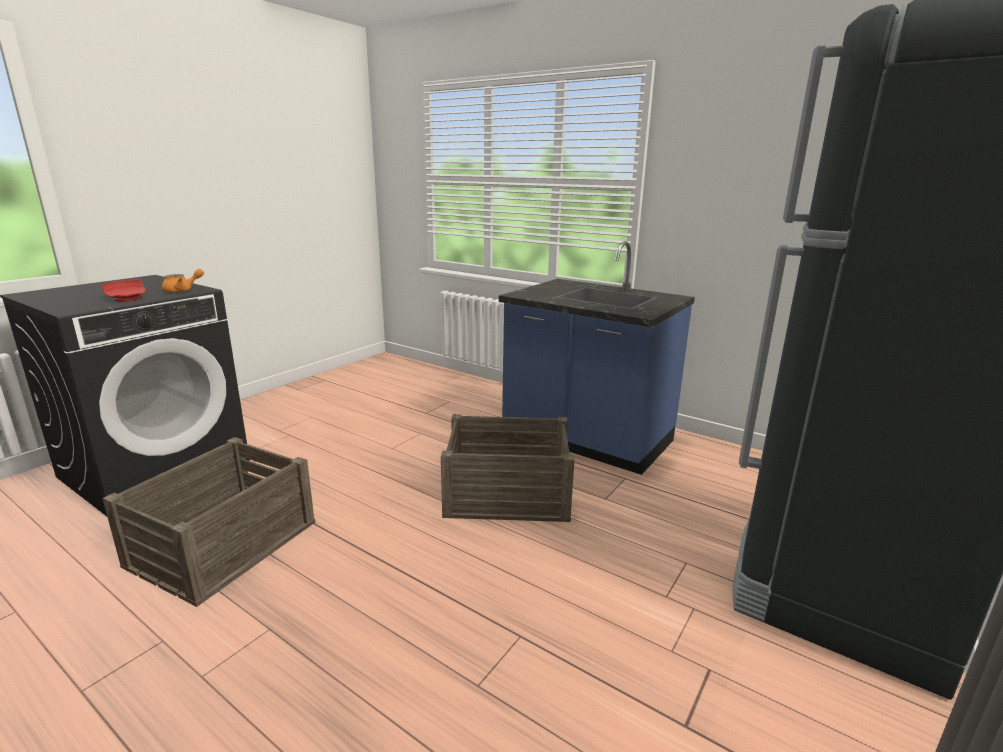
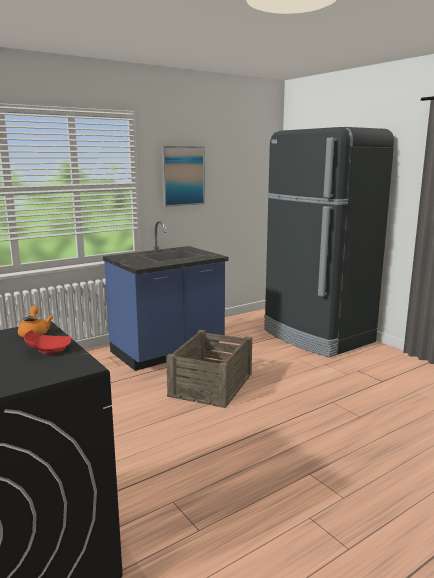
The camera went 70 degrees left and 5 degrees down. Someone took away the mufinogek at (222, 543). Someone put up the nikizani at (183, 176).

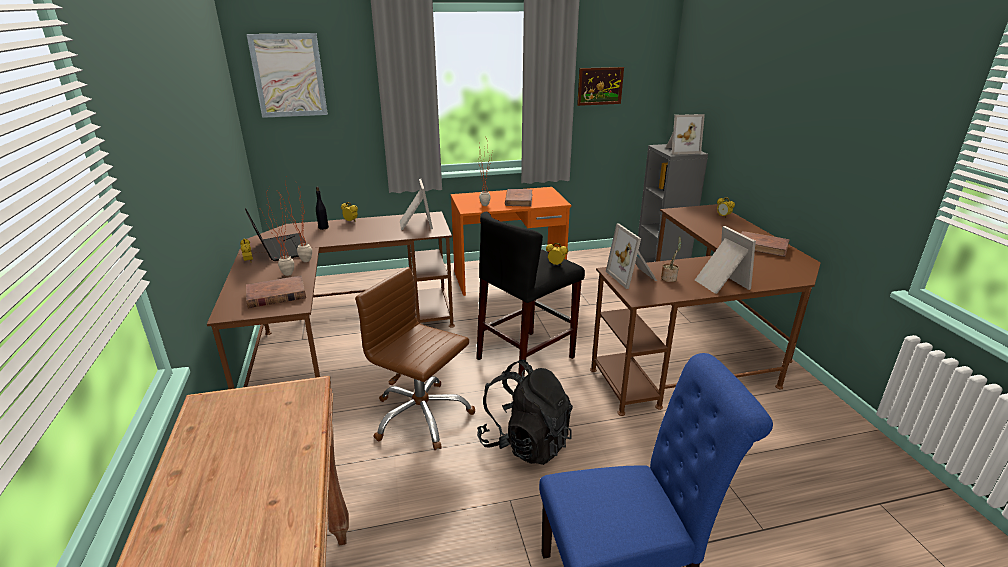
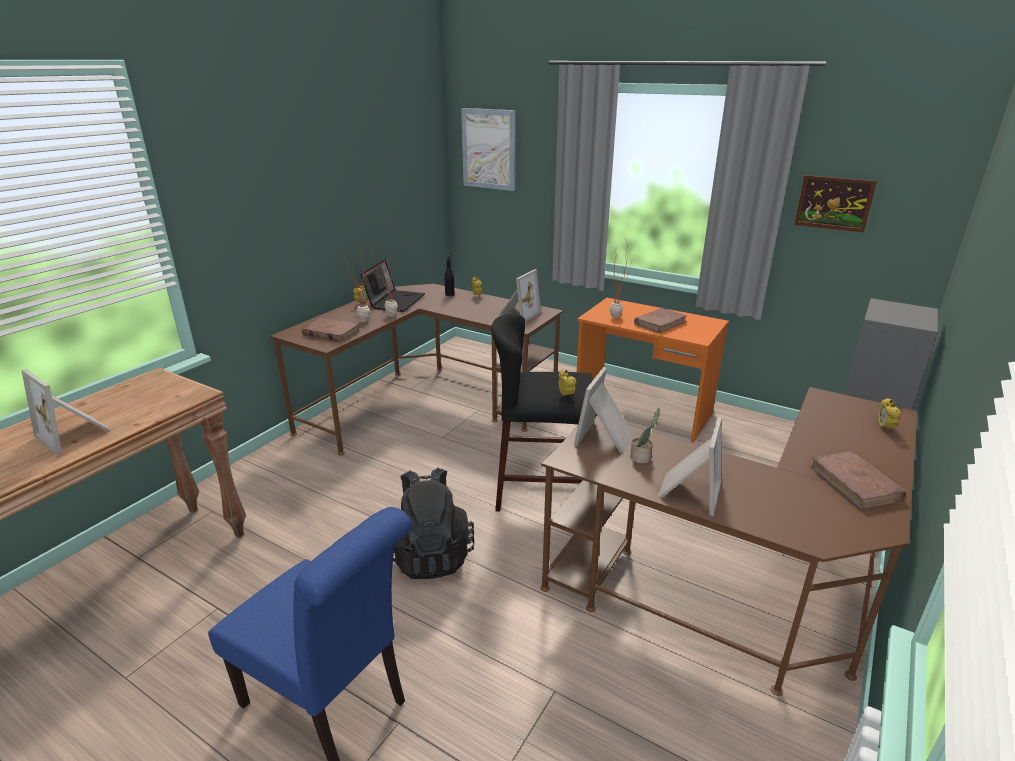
The camera went 45 degrees right and 0 degrees up. Someone carried the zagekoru from (680, 150) to (76, 434). Someone took away the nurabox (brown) at (421, 416).

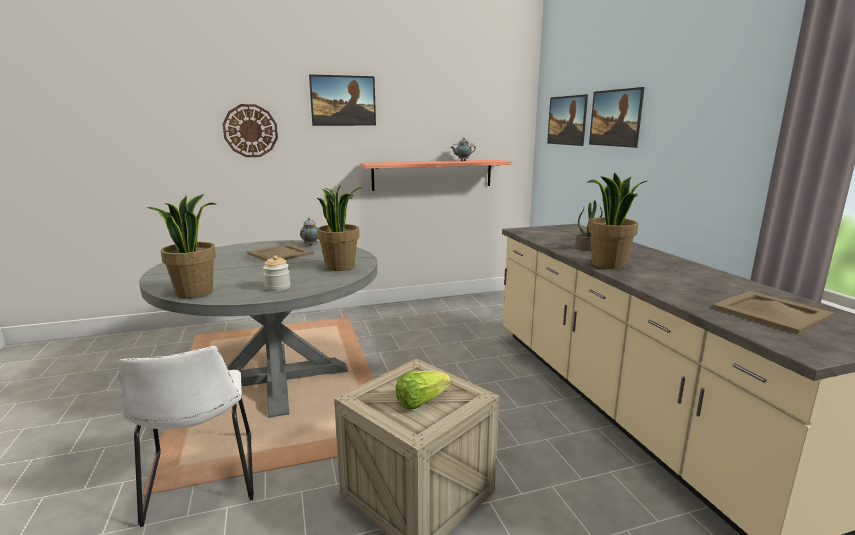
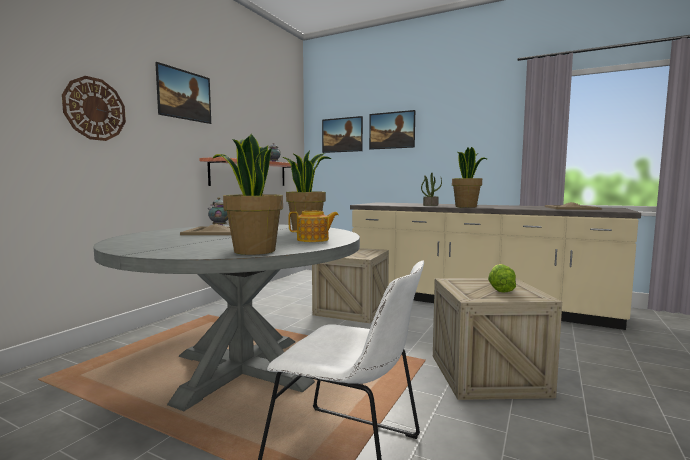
The camera went 45 degrees left and 10 degrees down. Someone swapped the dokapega at (278, 287) for the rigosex at (313, 240). Someone put down the mufinogek at (351, 310).

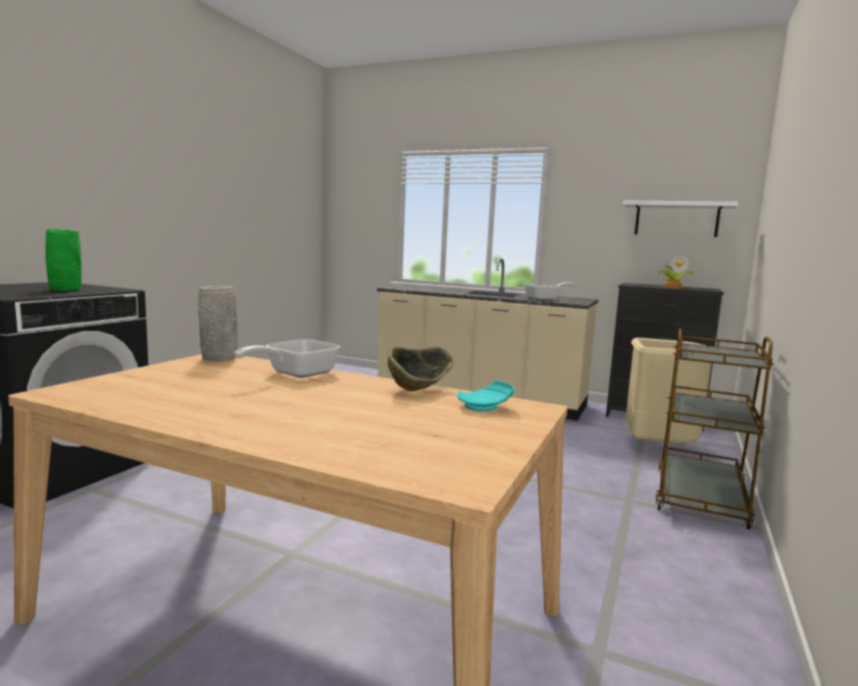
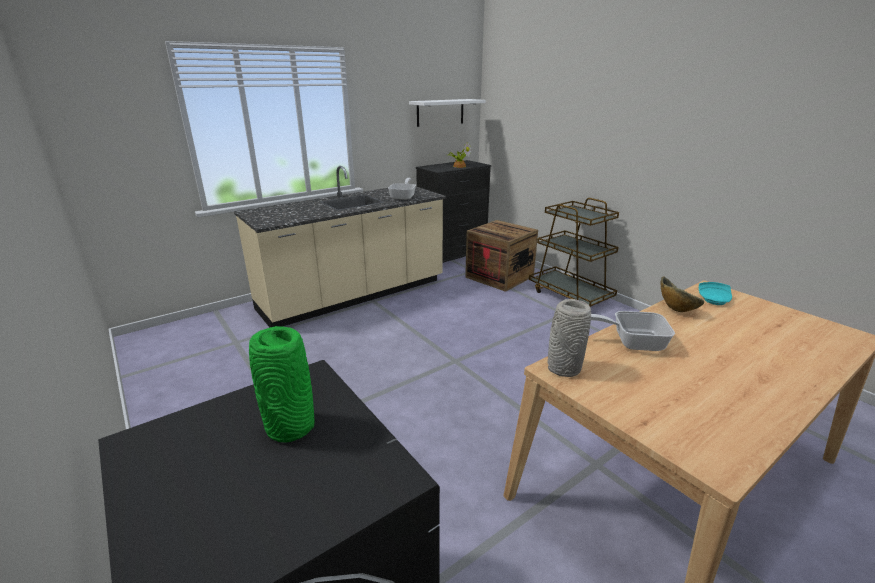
The camera went 60 degrees left and 15 degrees up. Someone swapped the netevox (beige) at (657, 447) for the mufinogek at (499, 277). Someone rotated the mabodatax at (295, 374) by 120 degrees clockwise.

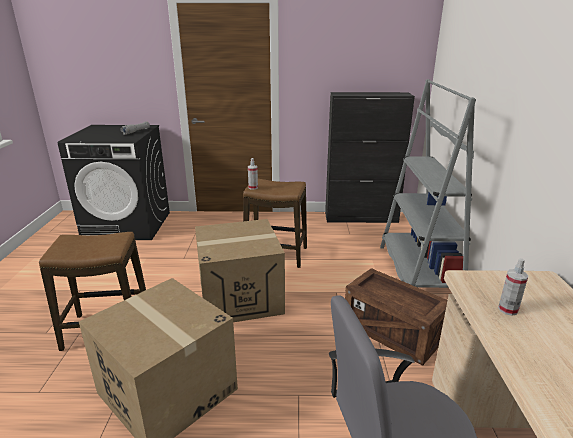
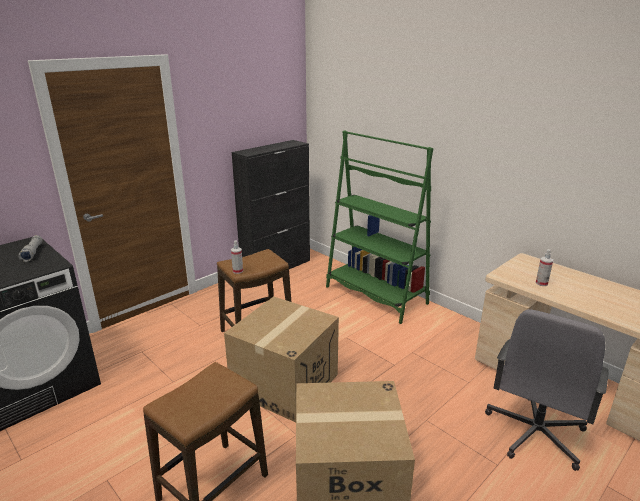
The camera went 45 degrees left and 0 degrees up. Someone repainted the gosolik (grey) at (418, 274), which became the gosolik (green) at (376, 295). Someone took away the mufinogek at (392, 332).

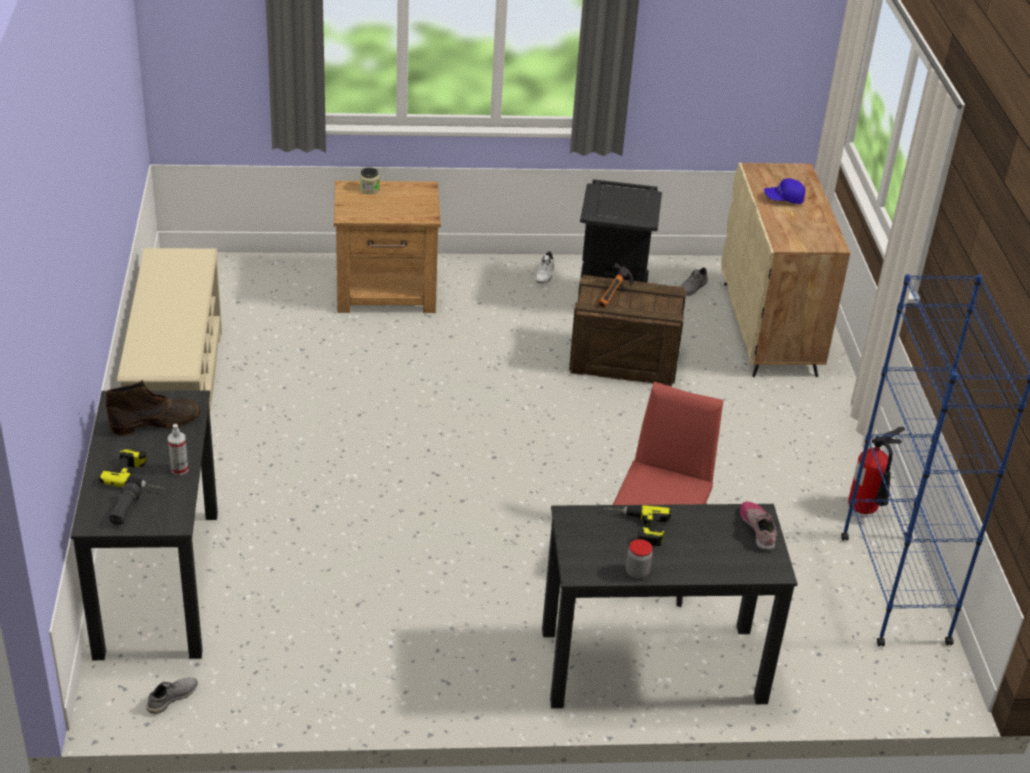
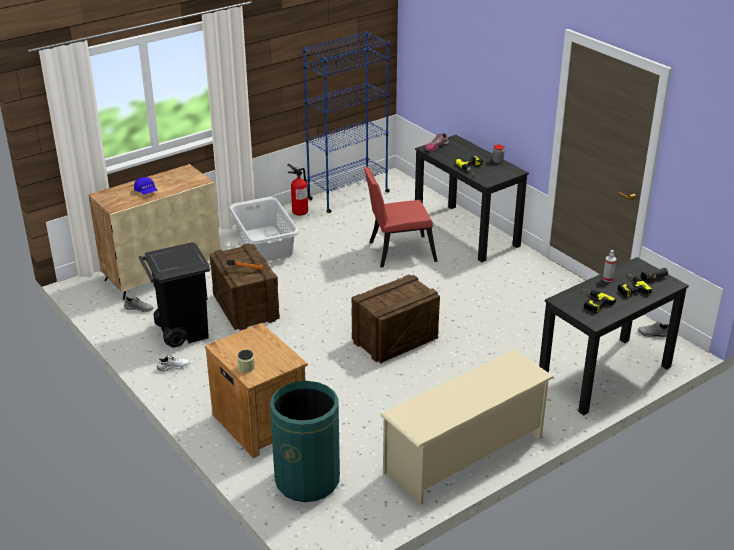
The camera went 120 degrees left and 5 degrees down. Someone swapped the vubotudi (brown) at (156, 422) for the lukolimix at (590, 302). Someone put down the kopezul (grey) at (265, 244). Someone put down the mufinogek at (394, 340). Someone put down the netevox (green) at (307, 480).

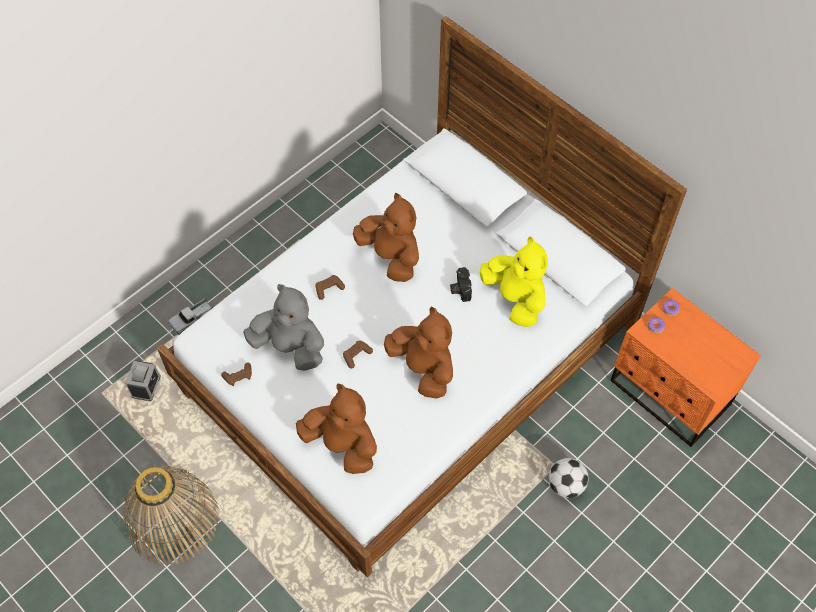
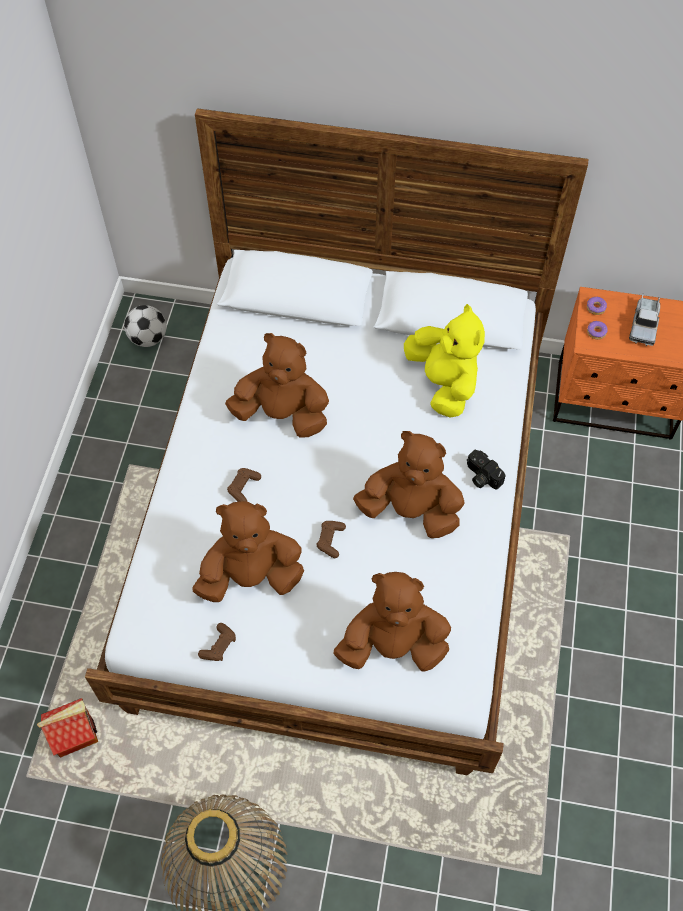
The camera went 35 degrees left and 0 degrees up. Someone rotated the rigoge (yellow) at (515, 299) by 45 degrees clockwise. Someone carried the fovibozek from (460, 288) to (481, 476). Someone repainted the rigoge (grey) at (290, 347), which became the rigoge (brown) at (251, 576). Someone carried the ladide from (192, 319) to (644, 325). Someone swapped the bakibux at (146, 386) for the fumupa at (75, 733). Someone carried the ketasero from (566, 485) to (148, 338).

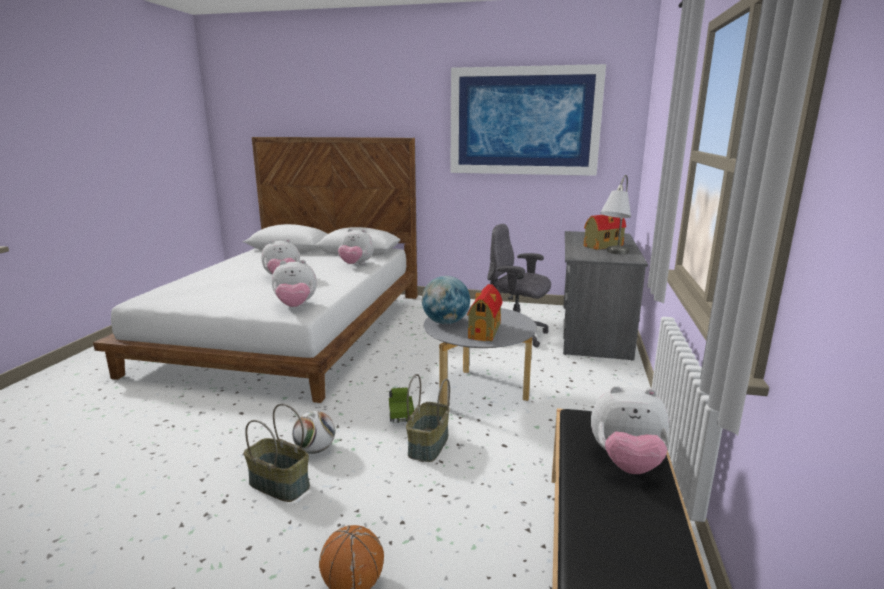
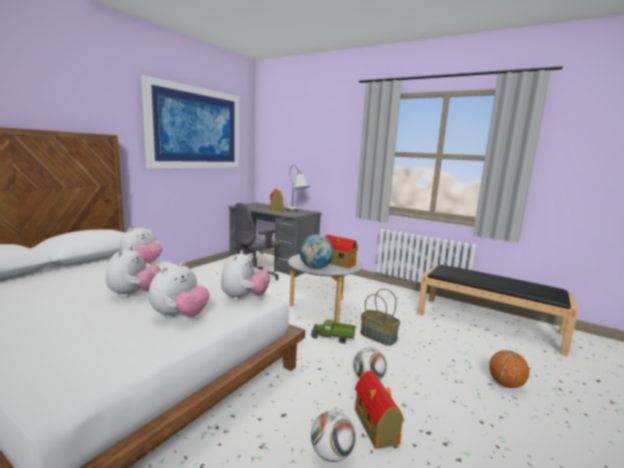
The camera went 70 degrees left and 5 degrees down. Someone carried the rigoge from (626, 463) to (180, 316). Someone took away the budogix at (278, 485). Someone put down the fumupa at (376, 427). Someone put down the ketasero at (331, 454).

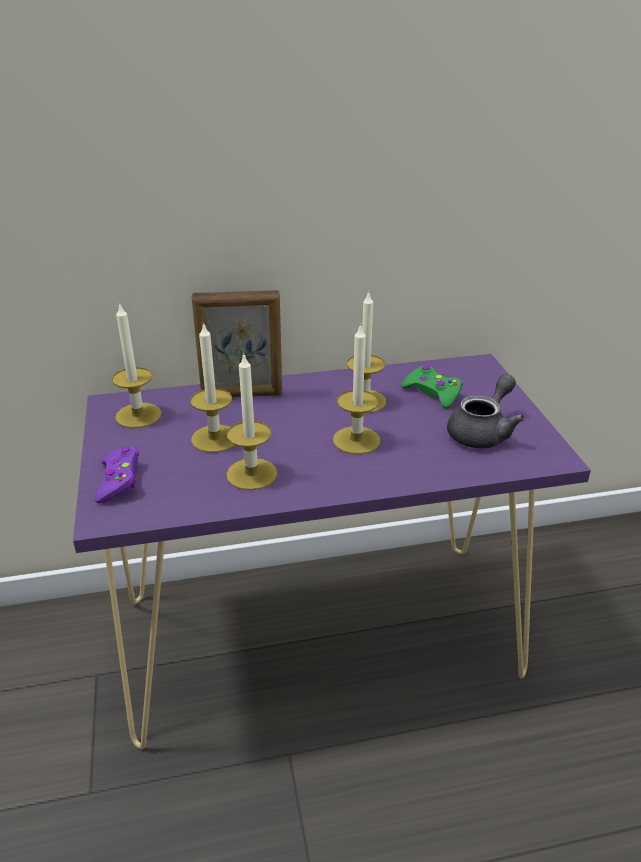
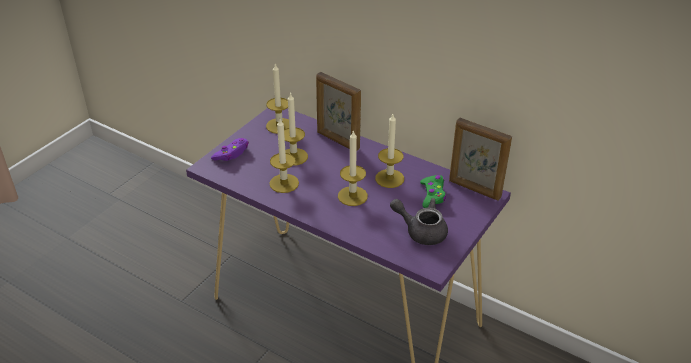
The camera went 45 degrees right and 5 degrees up. Someone rotated the rigosex (grey) at (483, 432) by 150 degrees counterclockwise. Someone put down the zagekoru at (474, 189).

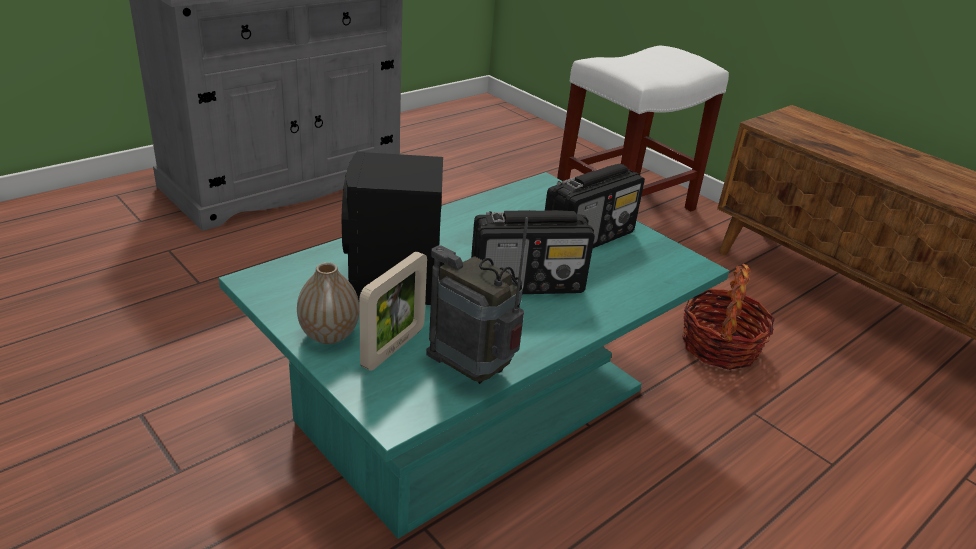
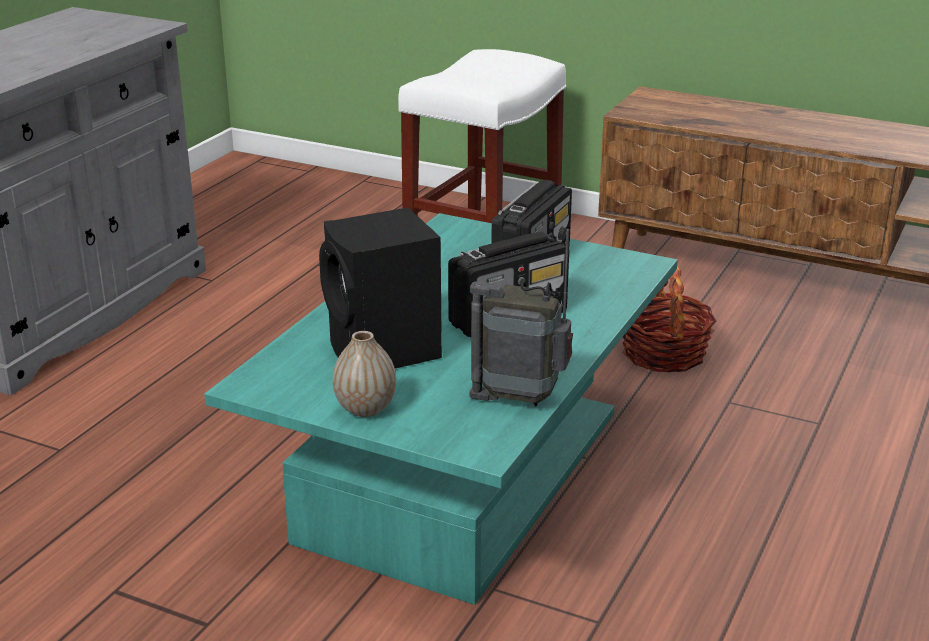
The camera went 20 degrees left and 5 degrees down. Someone took away the zagekoru at (393, 348).

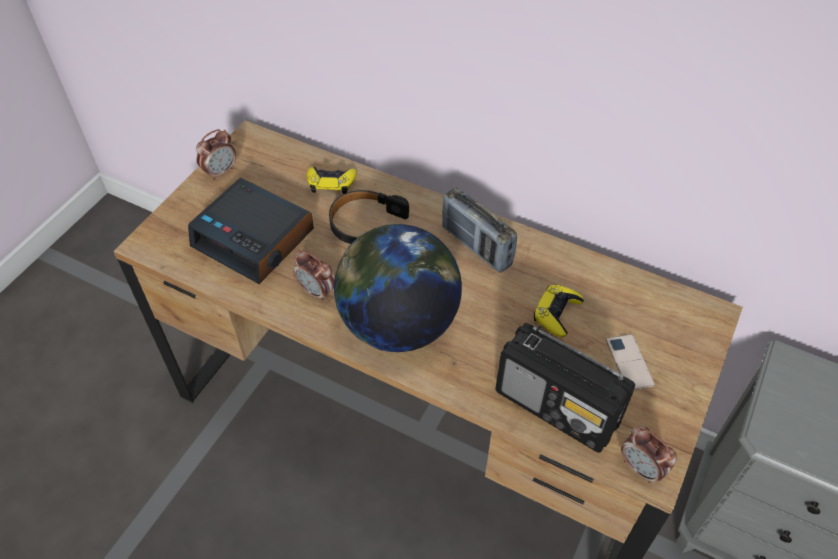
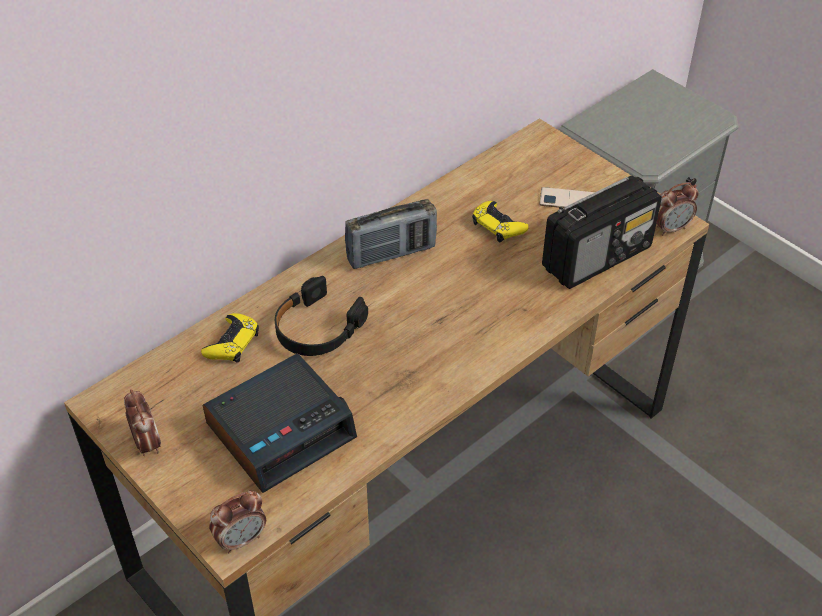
The camera went 70 degrees left and 5 degrees down. Someone took away the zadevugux at (399, 325). Someone carried the bakibux from (317, 291) to (241, 539).

